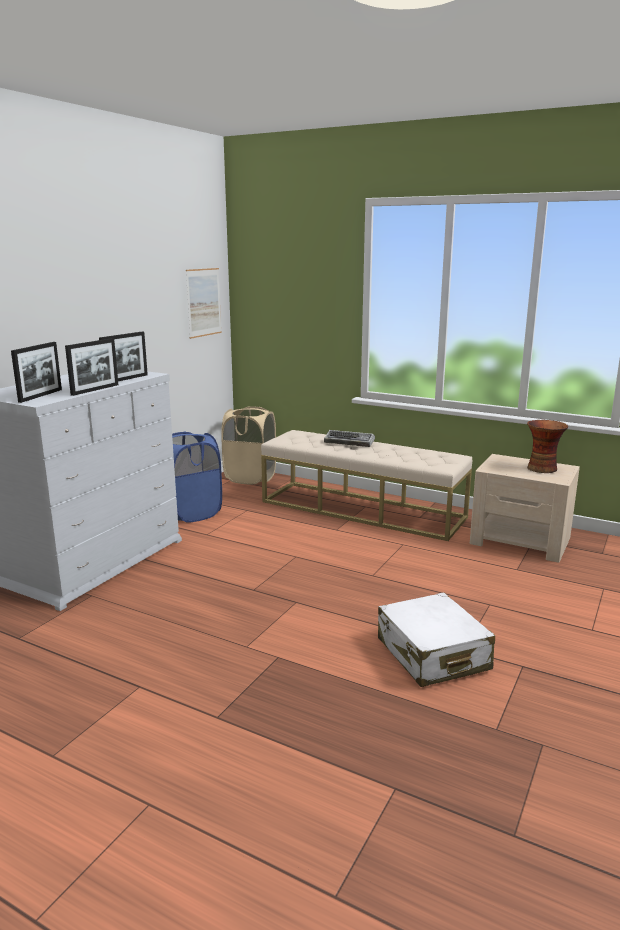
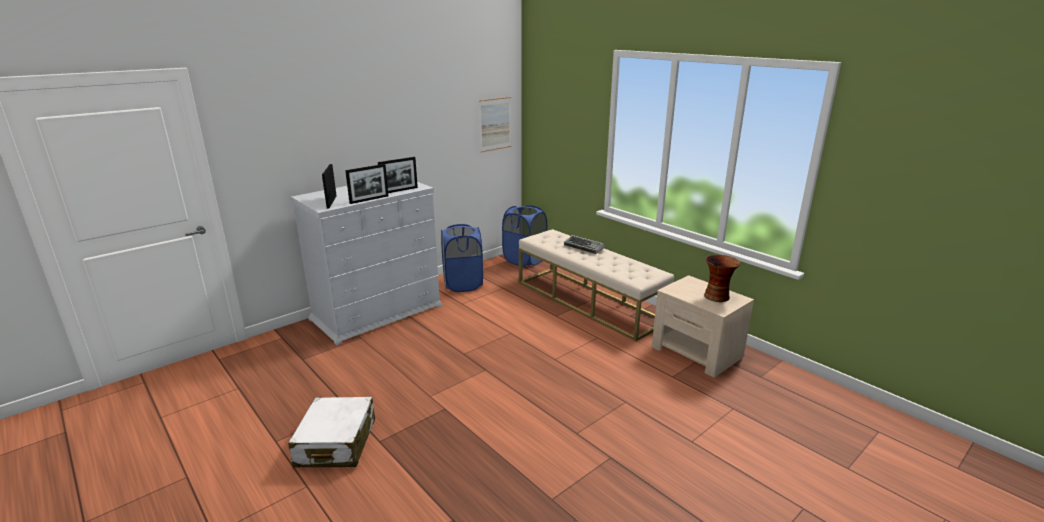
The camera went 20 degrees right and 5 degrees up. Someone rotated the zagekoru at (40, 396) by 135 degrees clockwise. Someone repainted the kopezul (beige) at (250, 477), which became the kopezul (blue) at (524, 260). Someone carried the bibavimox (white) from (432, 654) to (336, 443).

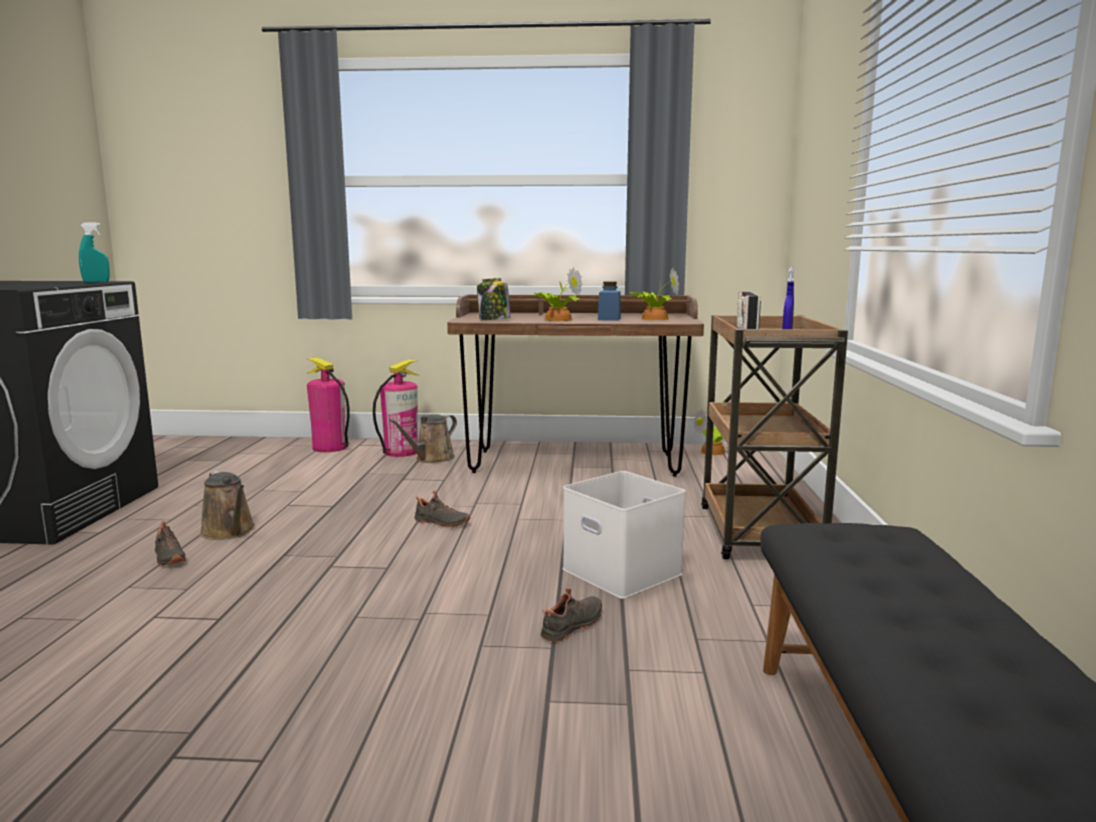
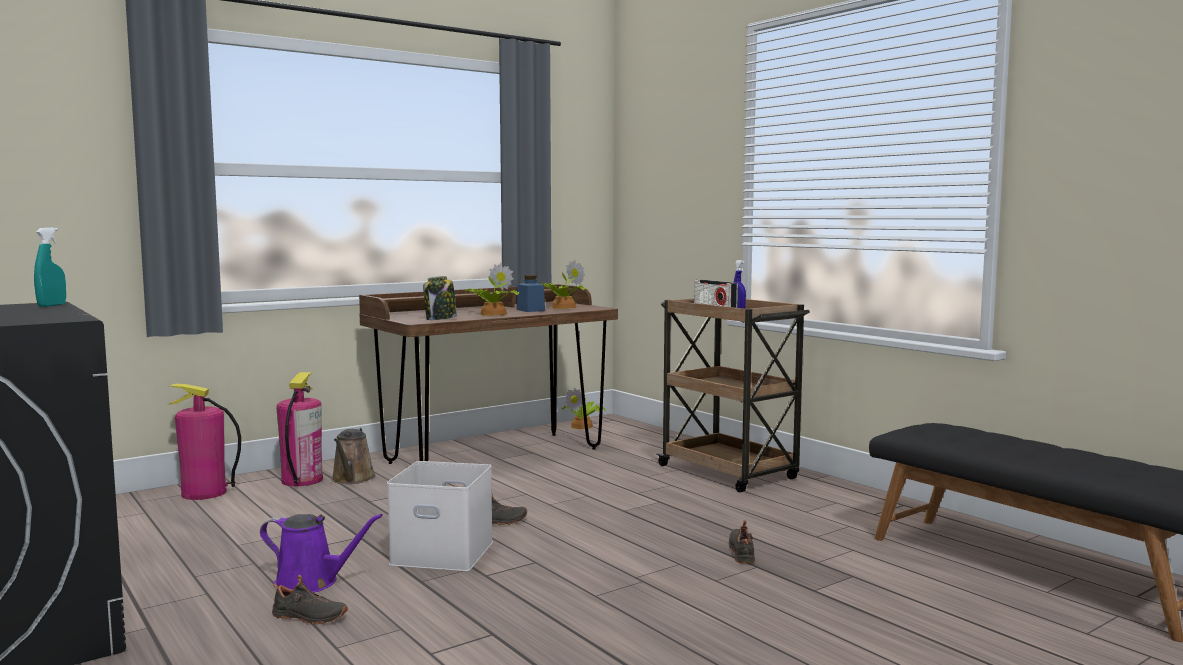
The camera went 40 degrees left and 5 degrees down. Someone repainted the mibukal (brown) at (229, 532), which became the mibukal (purple) at (312, 583). Someone carried the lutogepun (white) from (624, 571) to (445, 552).

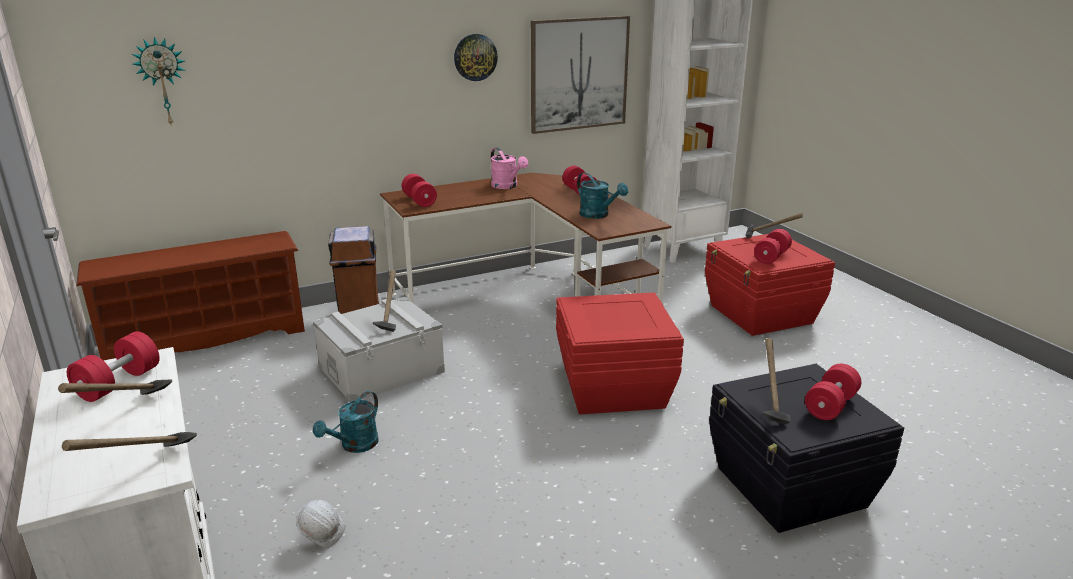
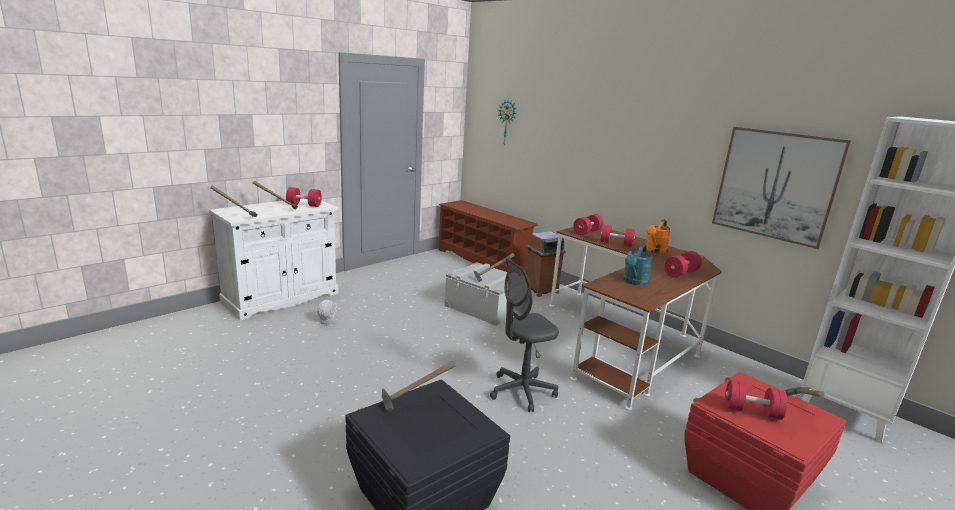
The camera went 70 degrees right and 5 degrees down. Someone took away the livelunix at (475, 57). Someone repainted the mibukal (pink) at (507, 186), which became the mibukal (orange) at (655, 250). Someone swapped the lutogepun (red) at (612, 387) for the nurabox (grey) at (522, 391). Someone carried the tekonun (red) from (830, 406) to (616, 244). Someone took away the mibukal (turquoise) at (354, 446).

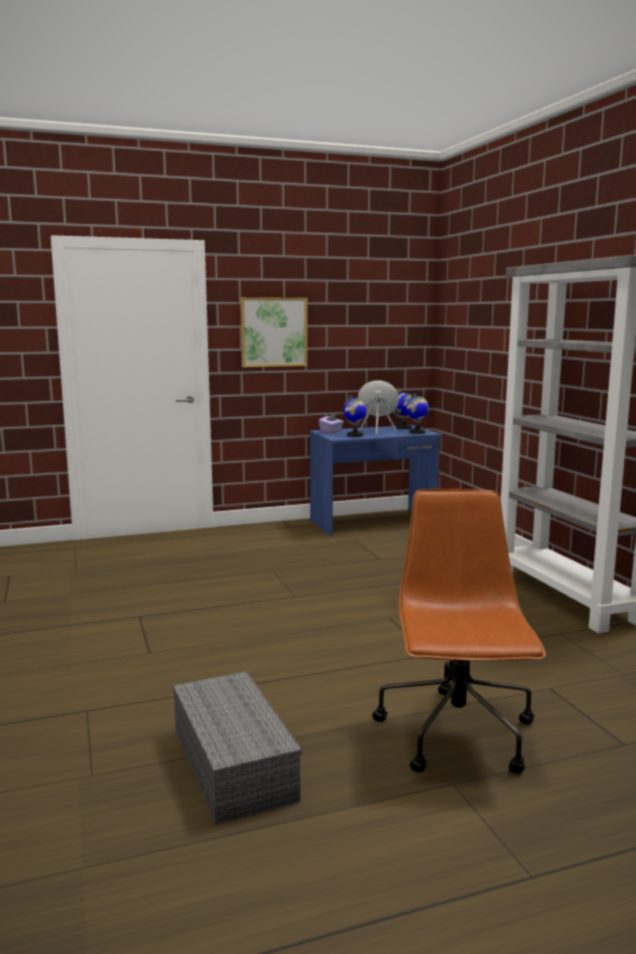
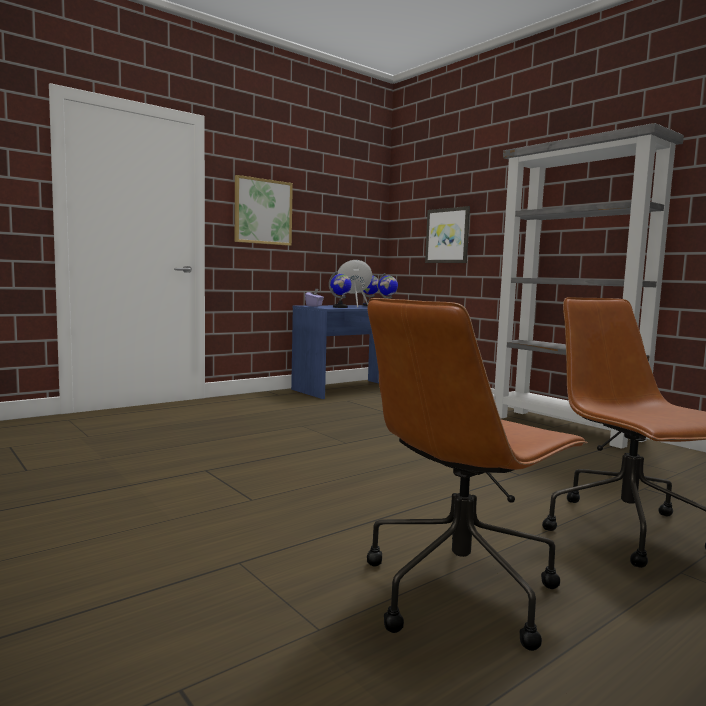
The camera went 20 degrees left and 5 degrees down. Someone swapped the lutogepun (grey) at (230, 763) for the nurabox (brown) at (460, 589). Someone put up the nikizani at (447, 235).

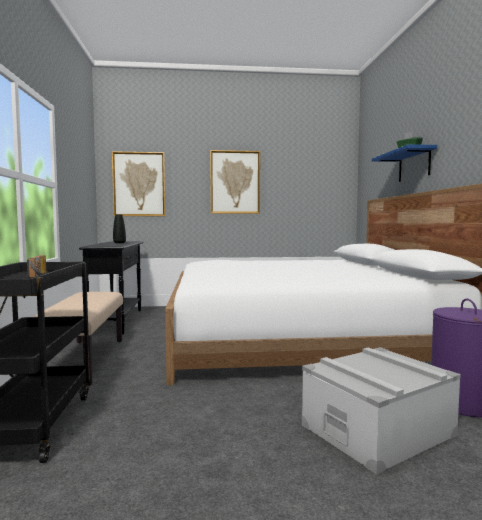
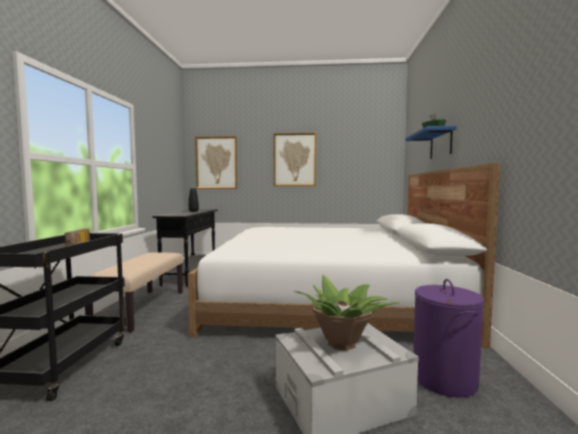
The camera went 10 degrees right and 0 degrees up. Someone put down the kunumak at (342, 343).

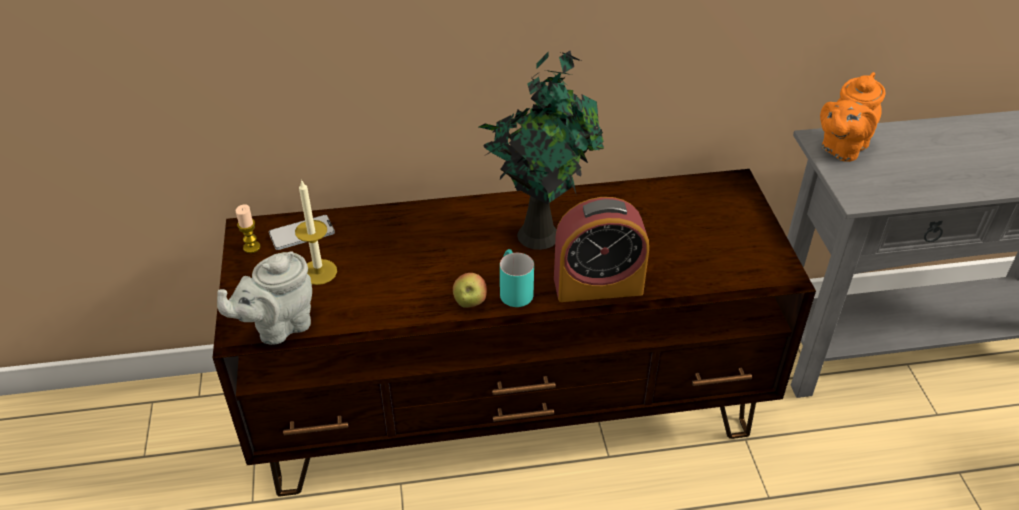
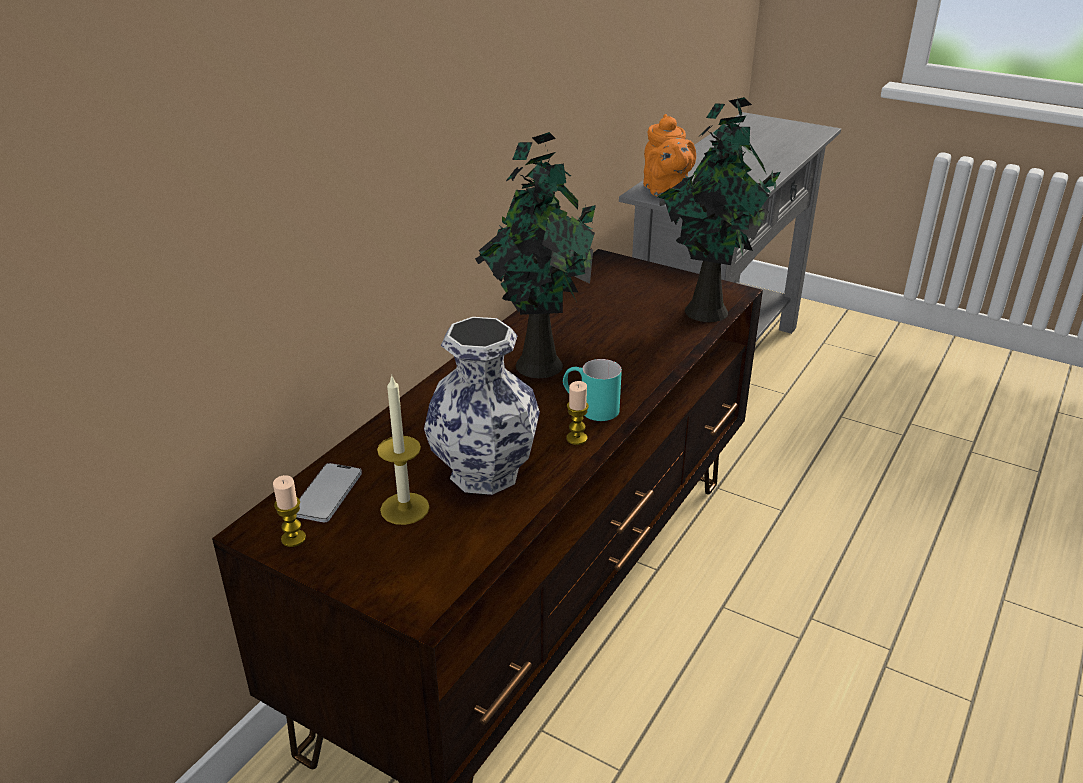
The camera went 50 degrees left and 10 degrees down. Someone took away the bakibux at (598, 285). Someone took away the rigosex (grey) at (278, 326). Someone swapped the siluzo at (470, 302) for the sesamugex at (576, 438). Someone put down the kunumak at (706, 309). Someone put down the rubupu at (486, 474).

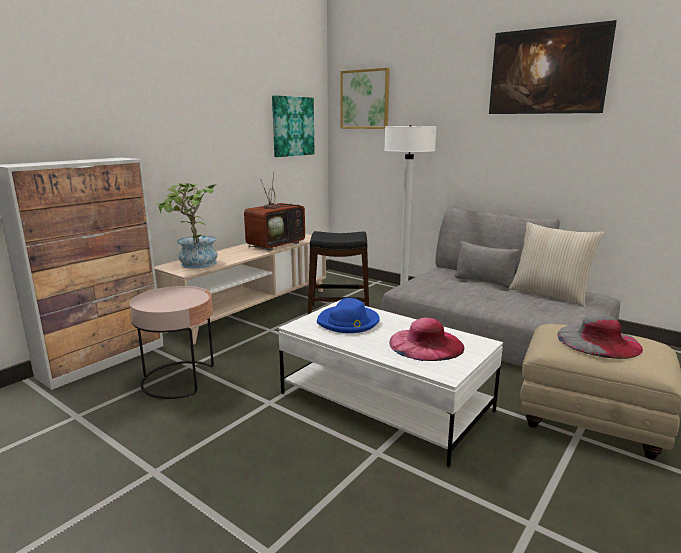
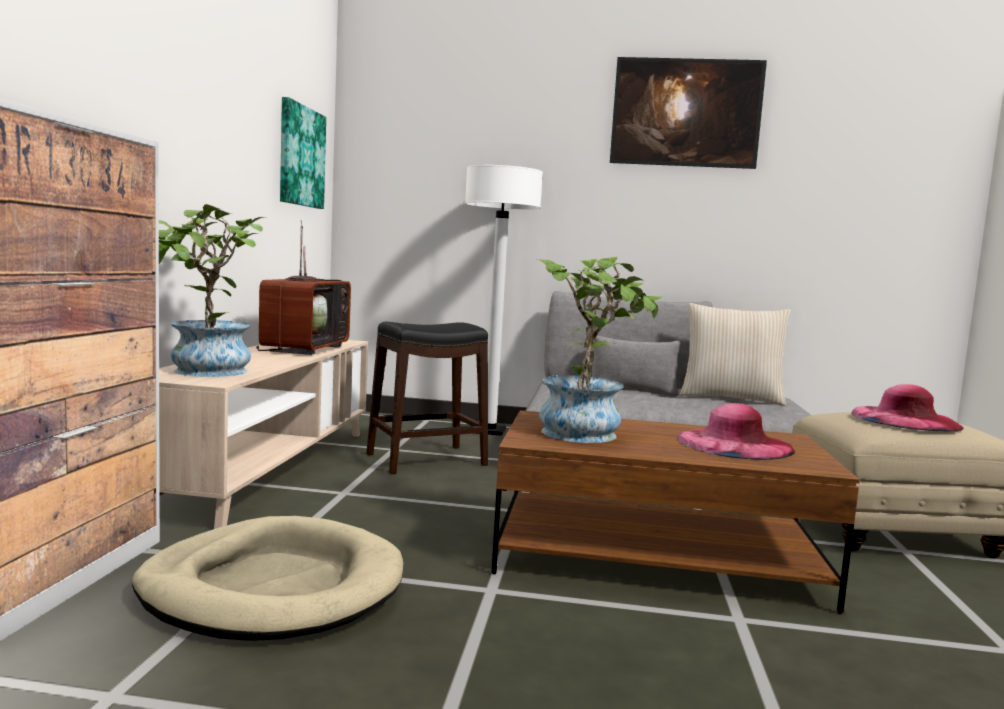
The camera went 30 degrees left and 10 degrees down. Someone took away the nikizani at (365, 99). Someone swapped the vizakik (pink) at (180, 379) for the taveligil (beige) at (273, 587). Someone swapped the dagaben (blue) at (348, 322) for the kunumak at (588, 432). Someone repainted the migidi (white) at (385, 402), which became the migidi (brown) at (656, 557). Someone repainted the dagaben (grey) at (598, 341), which became the dagaben (pink) at (905, 419).

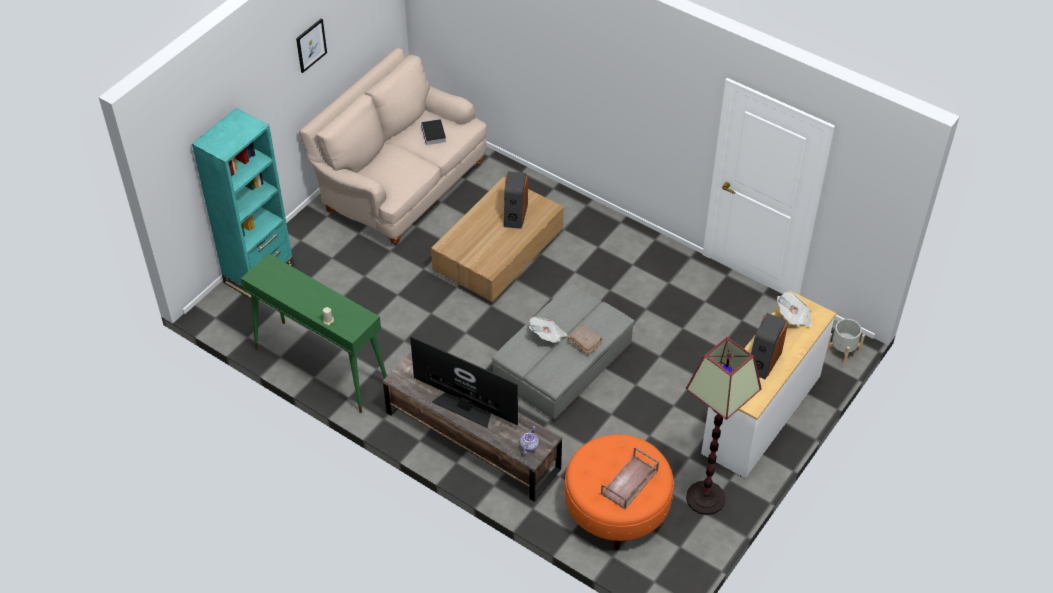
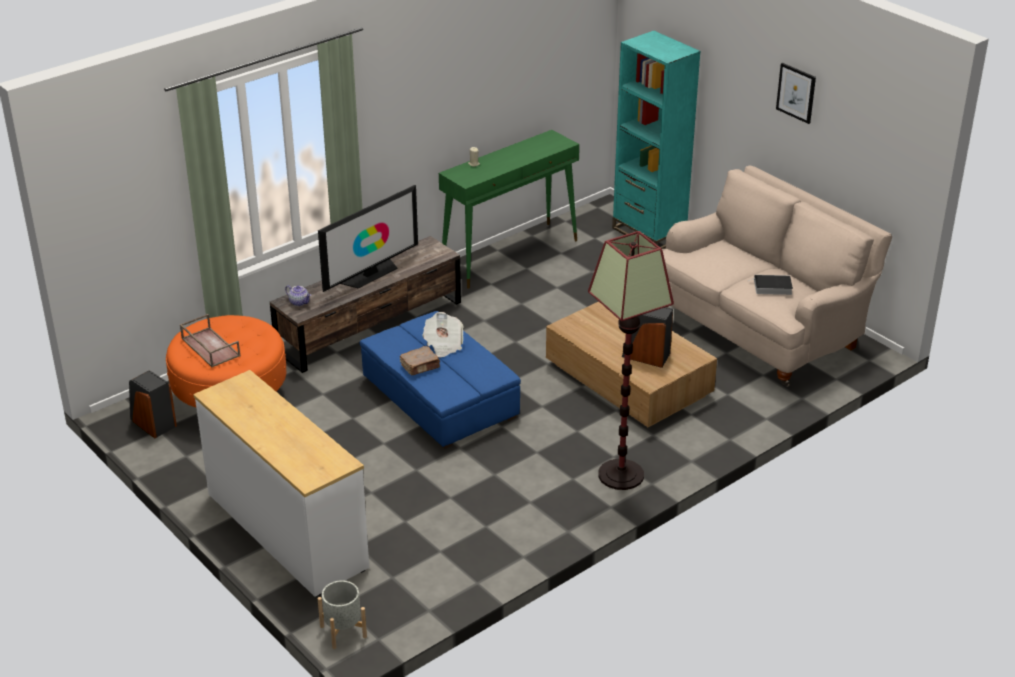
The camera went 105 degrees right and 15 degrees down. Someone repainted the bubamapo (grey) at (562, 363), which became the bubamapo (blue) at (440, 397). Someone took away the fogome at (794, 317). Someone carried the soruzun from (763, 361) to (152, 423). Someone carried the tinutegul from (706, 498) to (620, 475).

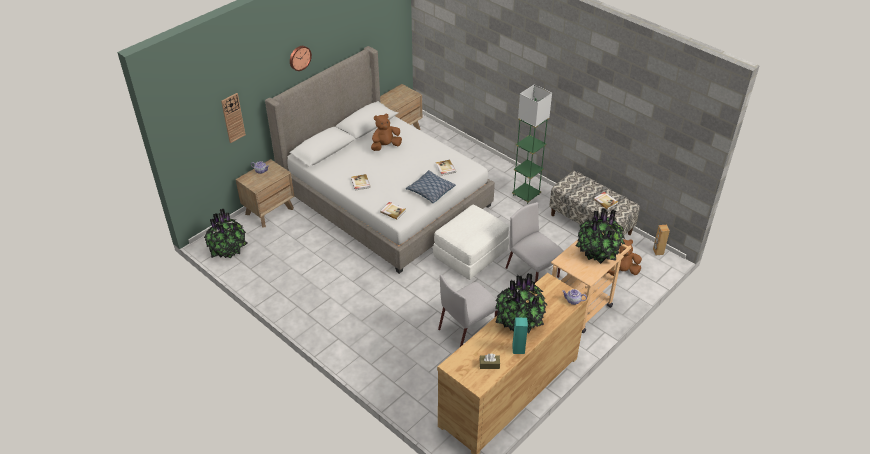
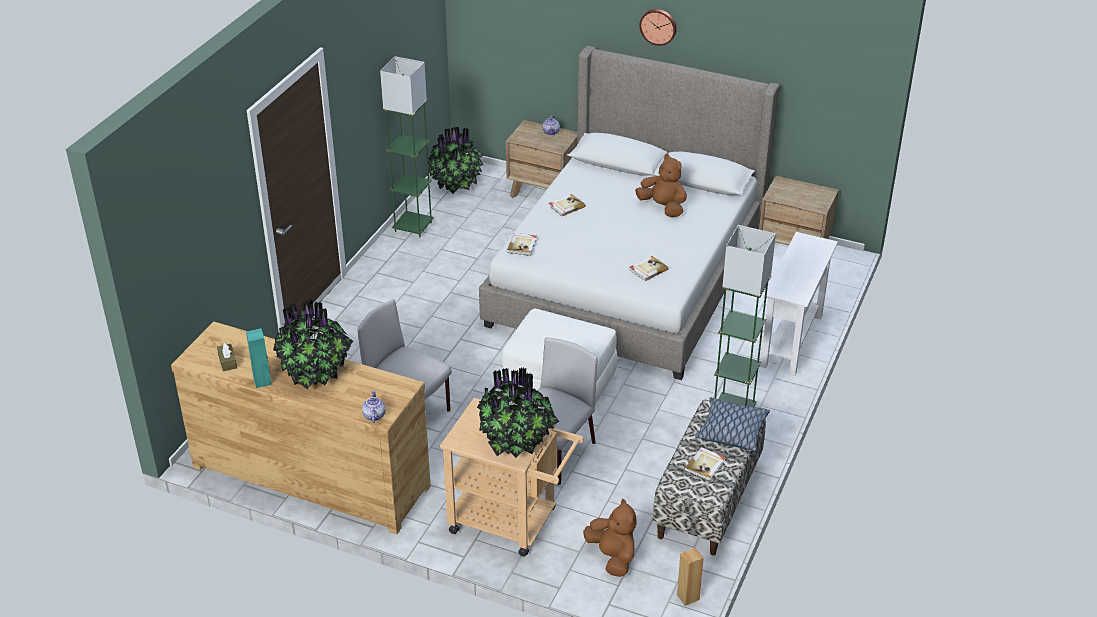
The camera went 70 degrees right and 5 degrees down. Someone took away the livelunix at (233, 118). Someone carried the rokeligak from (430, 191) to (731, 431). Someone put down the tinutegul (green) at (413, 227). Someone put down the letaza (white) at (791, 341).

